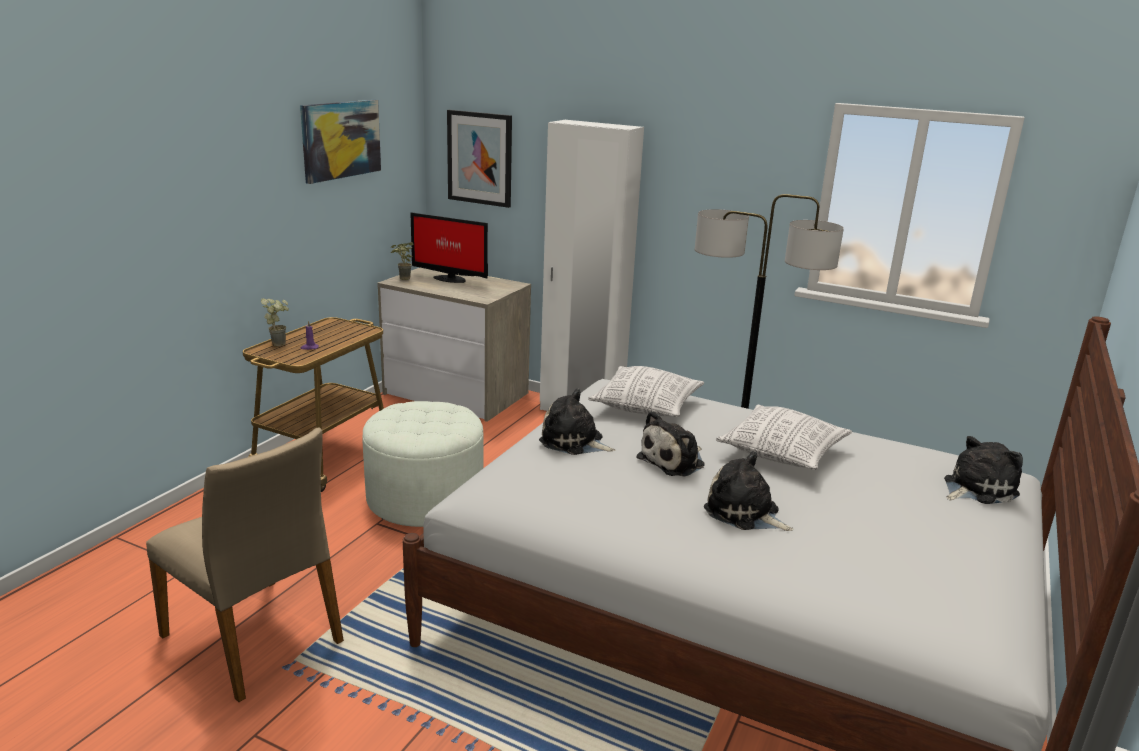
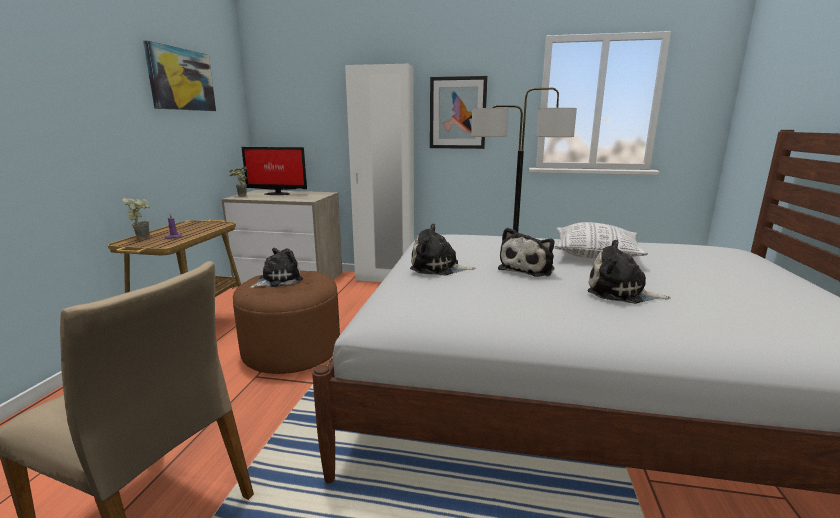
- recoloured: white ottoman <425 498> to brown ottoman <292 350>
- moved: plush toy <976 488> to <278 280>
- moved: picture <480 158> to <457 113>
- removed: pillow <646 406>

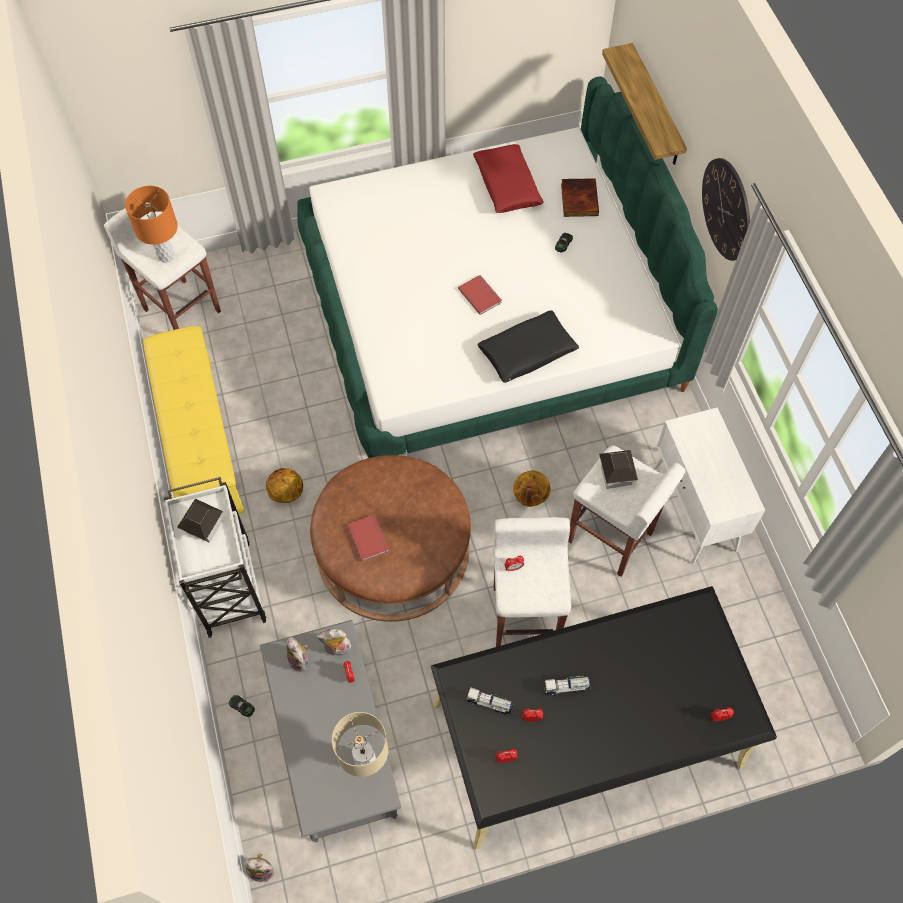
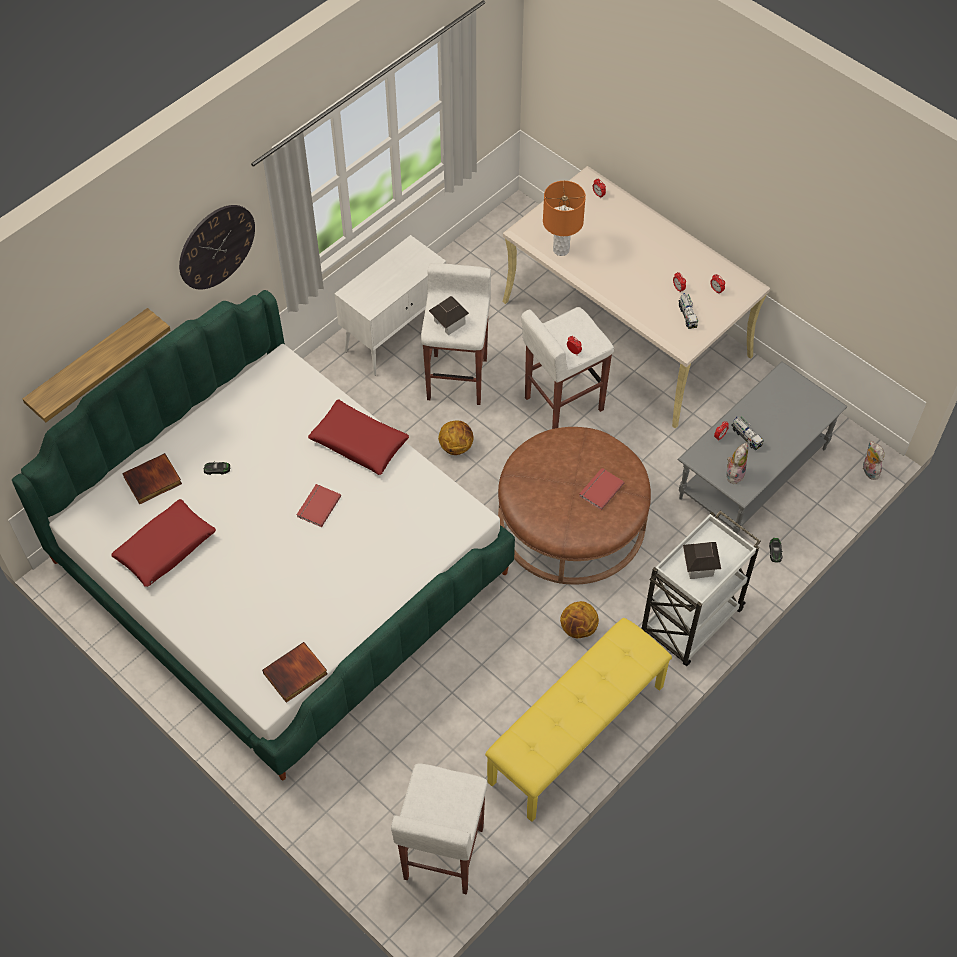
- added: book <295 674>
- recoloured: black pillow <527 352> to red pillow <359 442>
- recoloured: black desk <585 736> to beige desk <627 329>
- moved: orange table lamp <165 255> to <561 250>
- moved: toy truck <566 687> to <746 437>
- removed: plush toy <337 649>
- removed: beige table lamp <365 762>

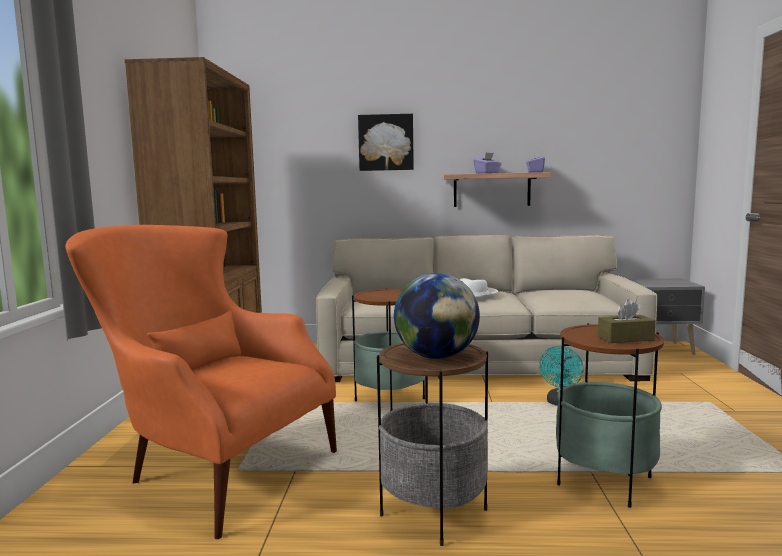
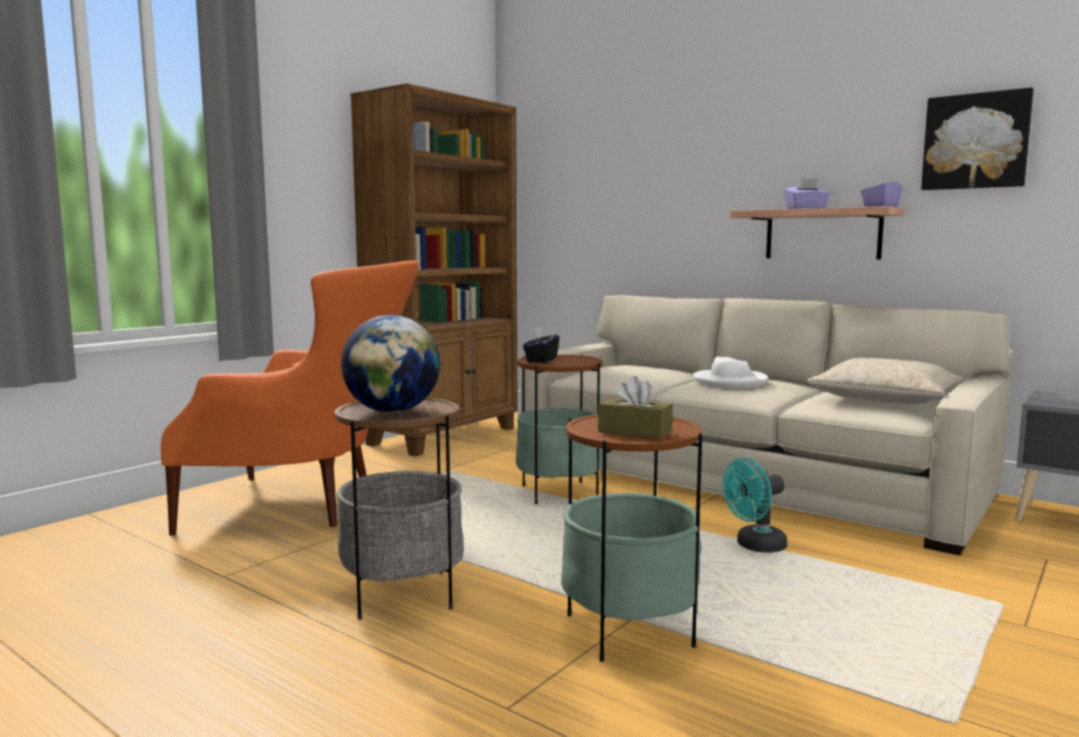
- turned: orange armchair <210 467> = <308 506> 120 degrees clockwise
- added: black tissue box <541 360>
- added: beige pillow <884 399>
- moved: picture <386 142> to <976 141>

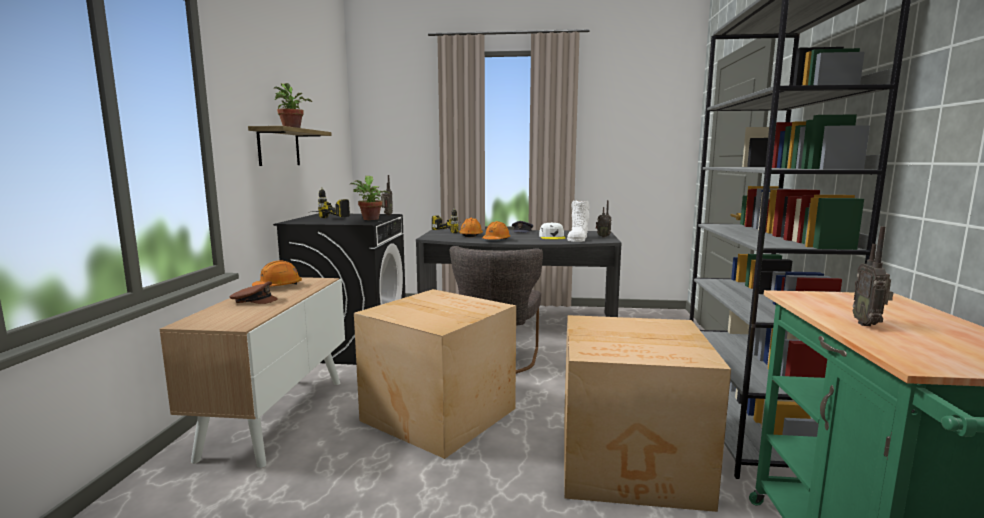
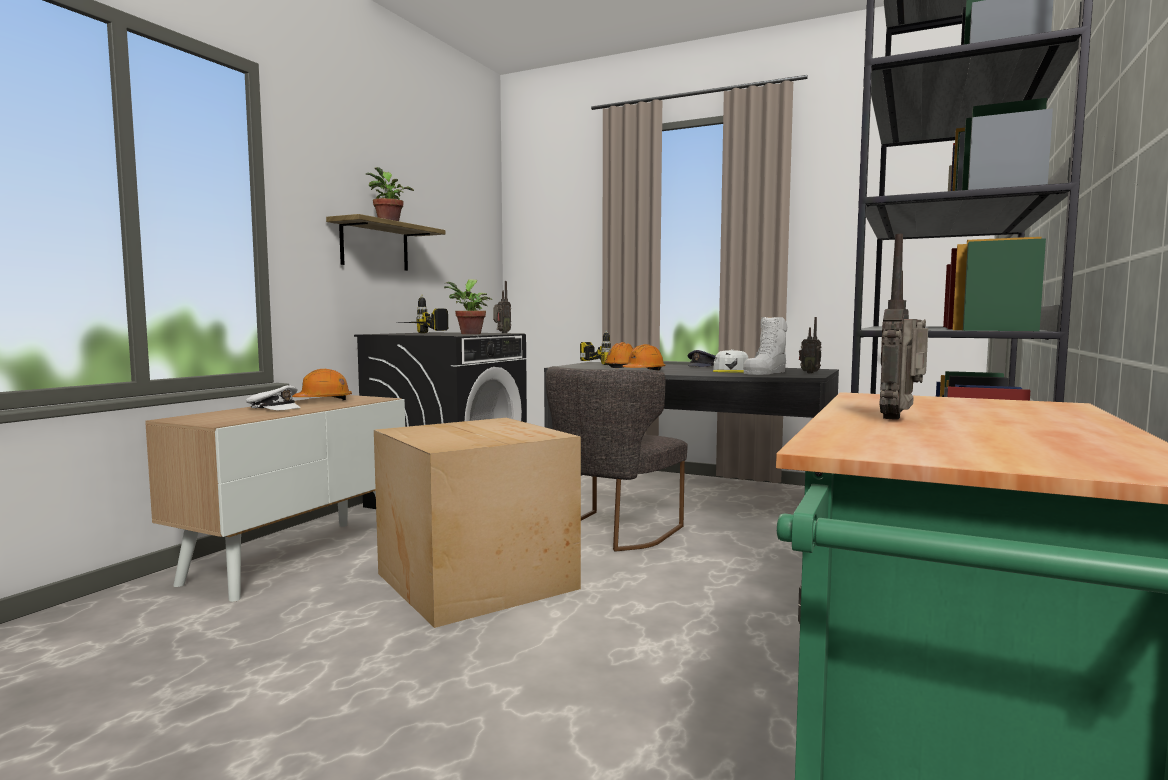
- recoloured: brown cap <254 300> to white cap <275 408>
- removed: cardboard box <632 463>

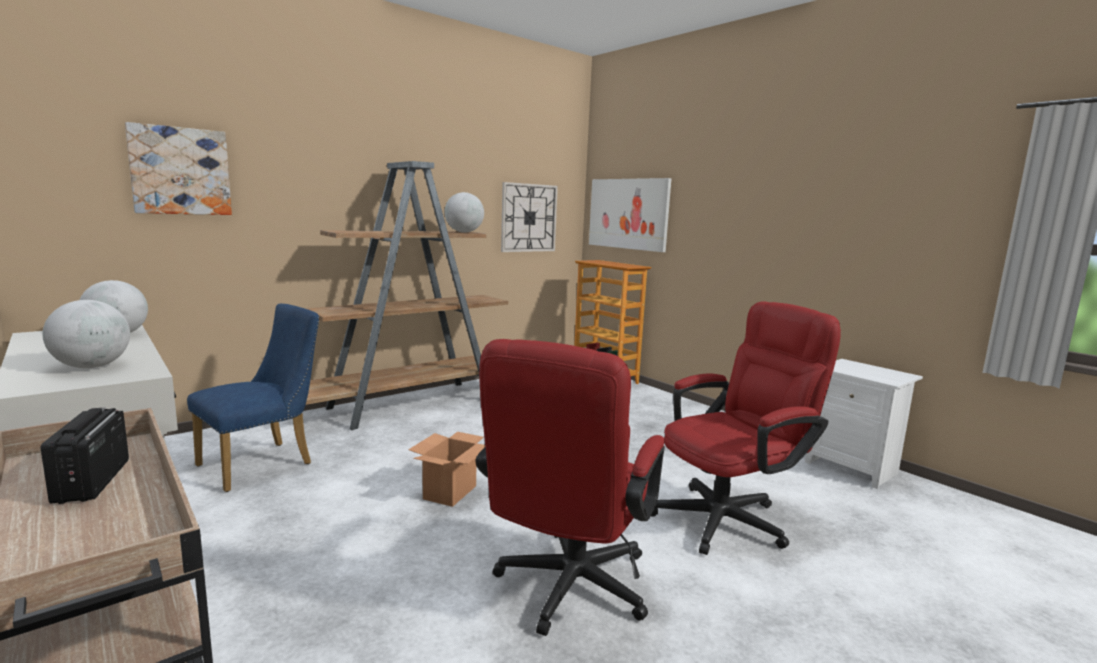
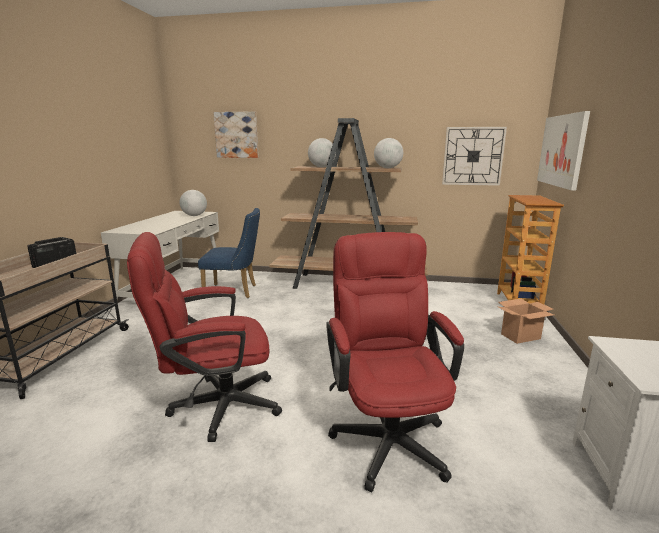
- moved: globe <92 366> to <321 167>
- turned: red office chair <730 517> = <387 434> 120 degrees counterclockwise
- moved: cardboard box <450 492> to <520 336>

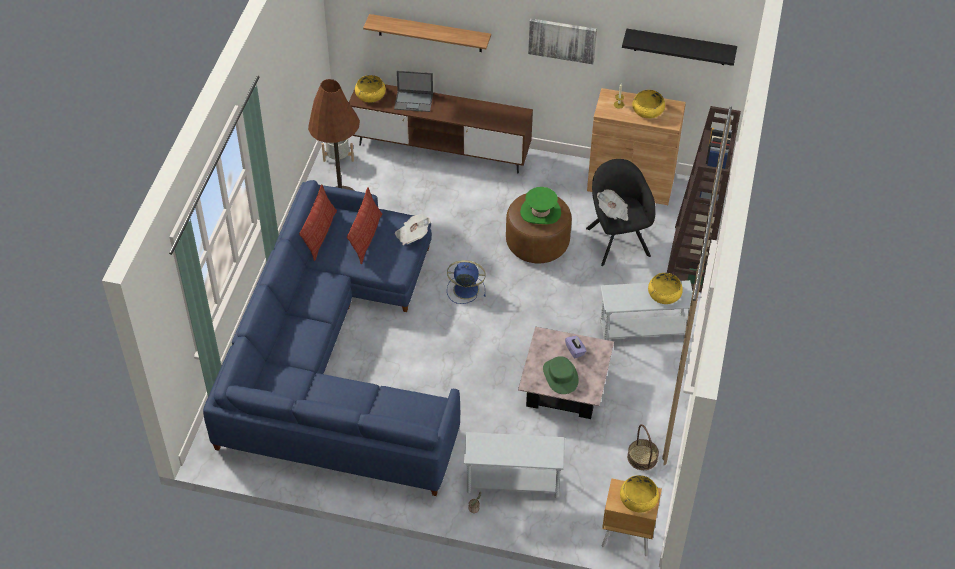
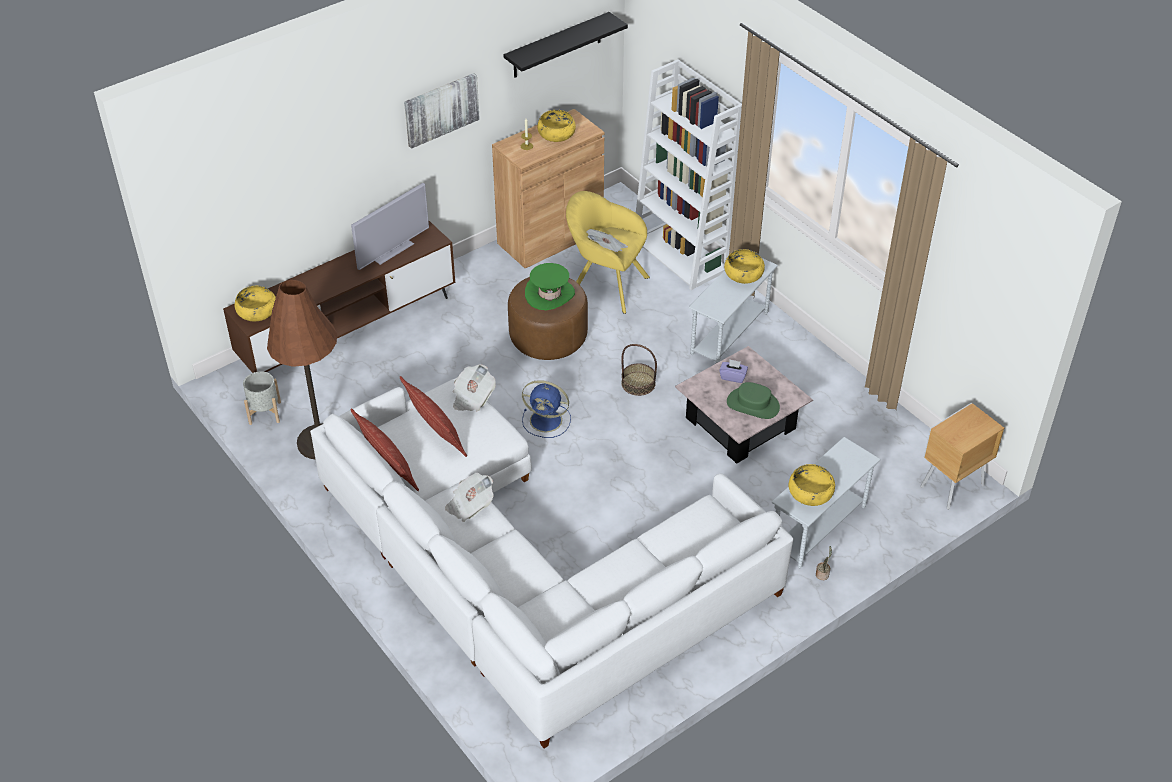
- recoloured: blue sofa <334 358> to white sofa <525 572>
- added: television <392 250>
- added: newspaper <470 505>
- turned: blue fan <464 289> = <547 421> 120 degrees counterclockwise
- recoloured: black armchair <617 239> to yellow armchair <605 285>
- moved: basket <642 457> to <638 383>
- recoloured: brown bookcase <691 260> to white bookcase <681 256>
- moved: yellow bowl <638 499> to <810 493>
- removed: shelf <430 33>
- removed: laptop <414 101>

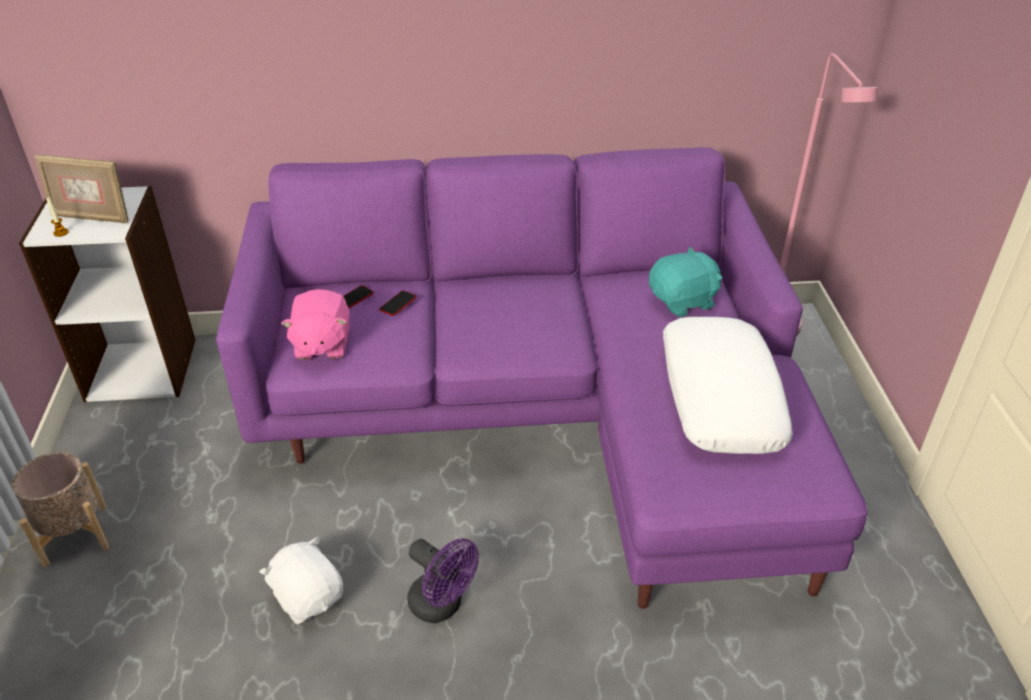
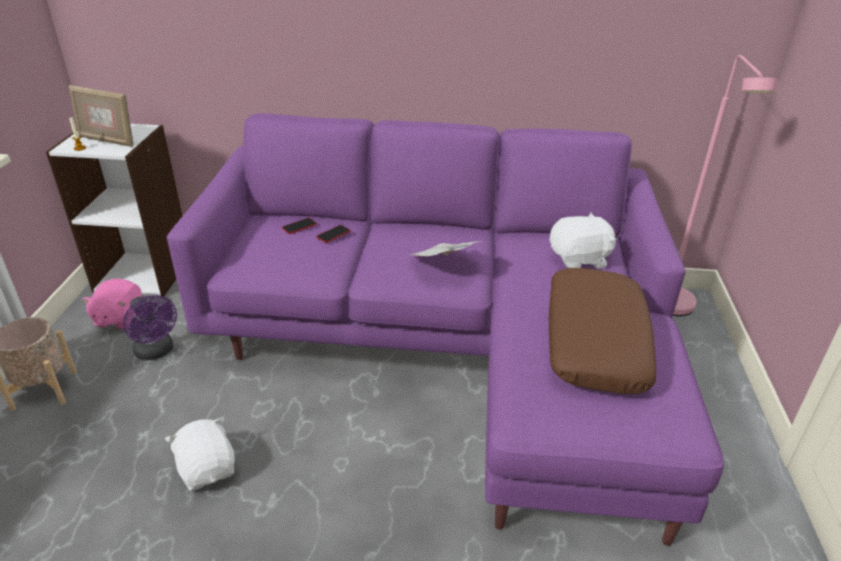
- moved: pink plush toy <321 344> to <119 318>
- moved: purple fan <442 606> to <157 352>
- added: newspaper <444 265>
- recoloured: white pillow <719 397> to brown pillow <594 341>
- recoloured: turquoise plush toy <683 301> to white plush toy <579 260>

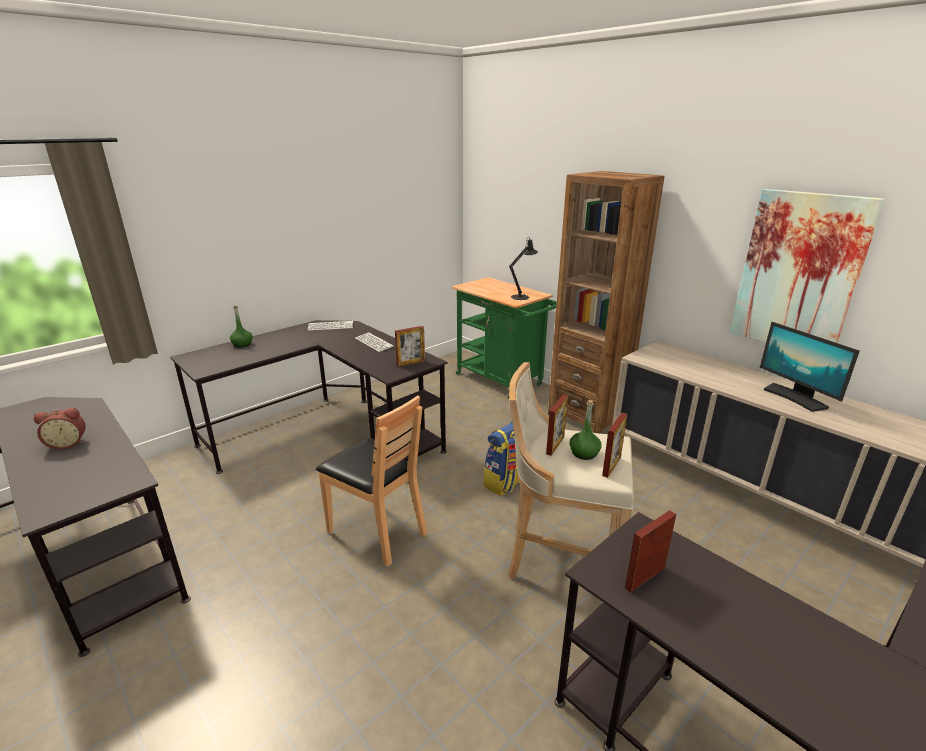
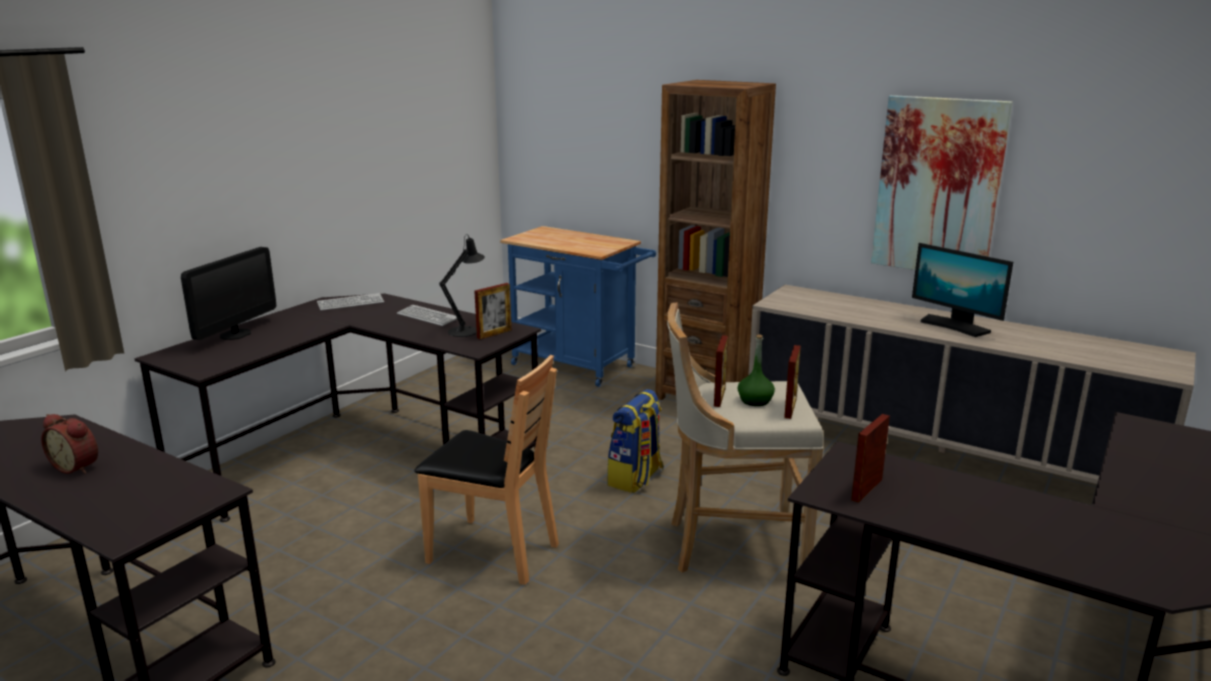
- turned: alarm clock <68 443> = <78 466> 60 degrees clockwise
- replaced: green bottle <242 344> to monitor <235 334>
- moved: black table lamp <522 296> to <466 330>
- recoloured: green cart <503 381> to blue cart <579 367>

